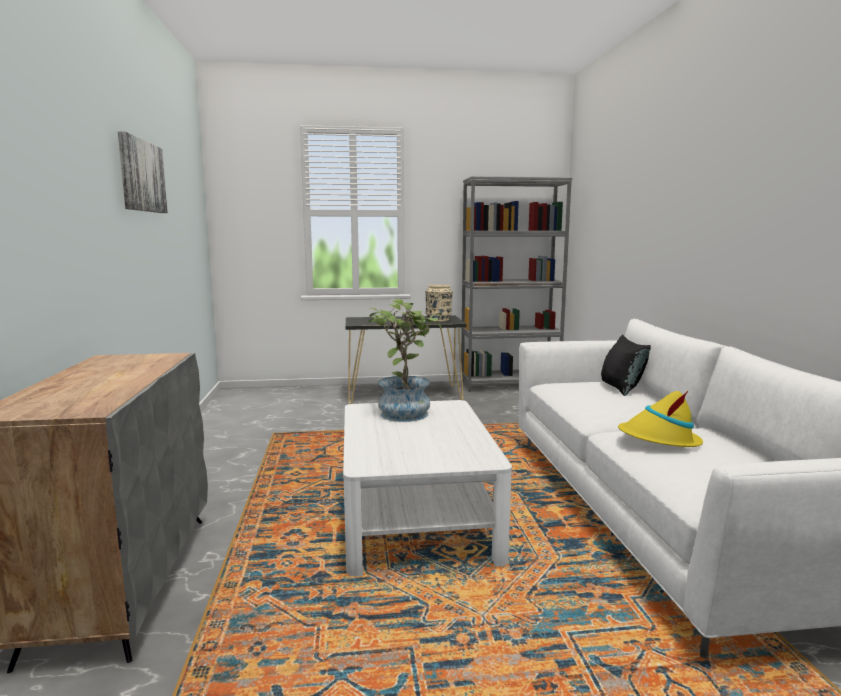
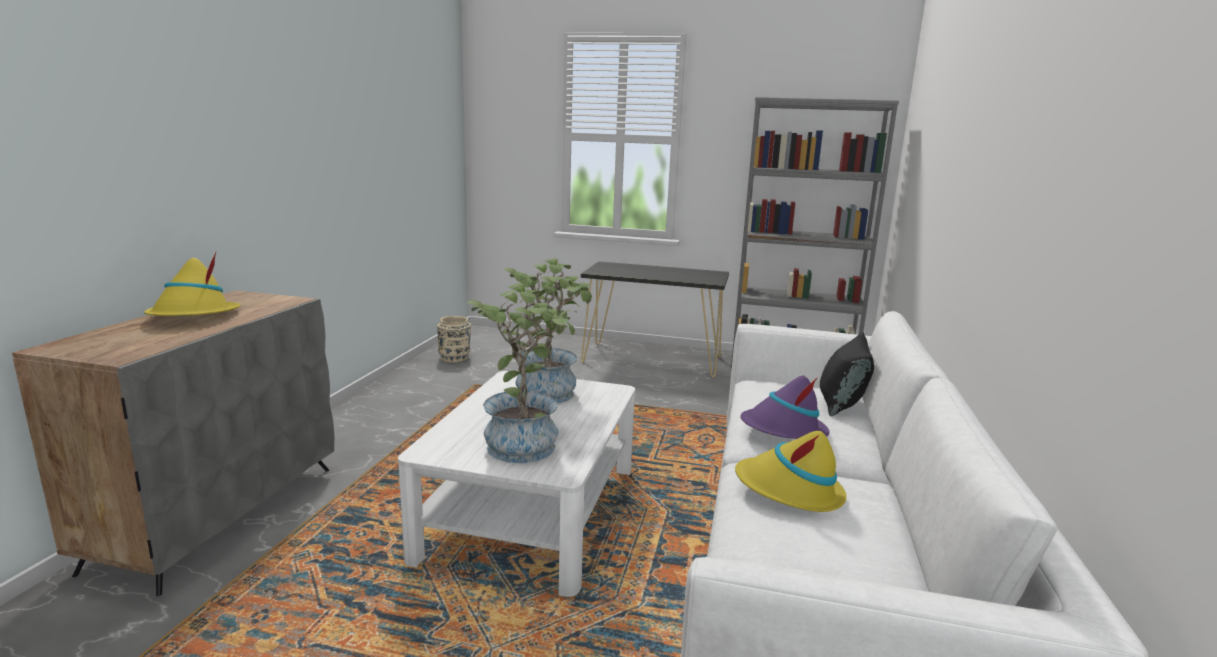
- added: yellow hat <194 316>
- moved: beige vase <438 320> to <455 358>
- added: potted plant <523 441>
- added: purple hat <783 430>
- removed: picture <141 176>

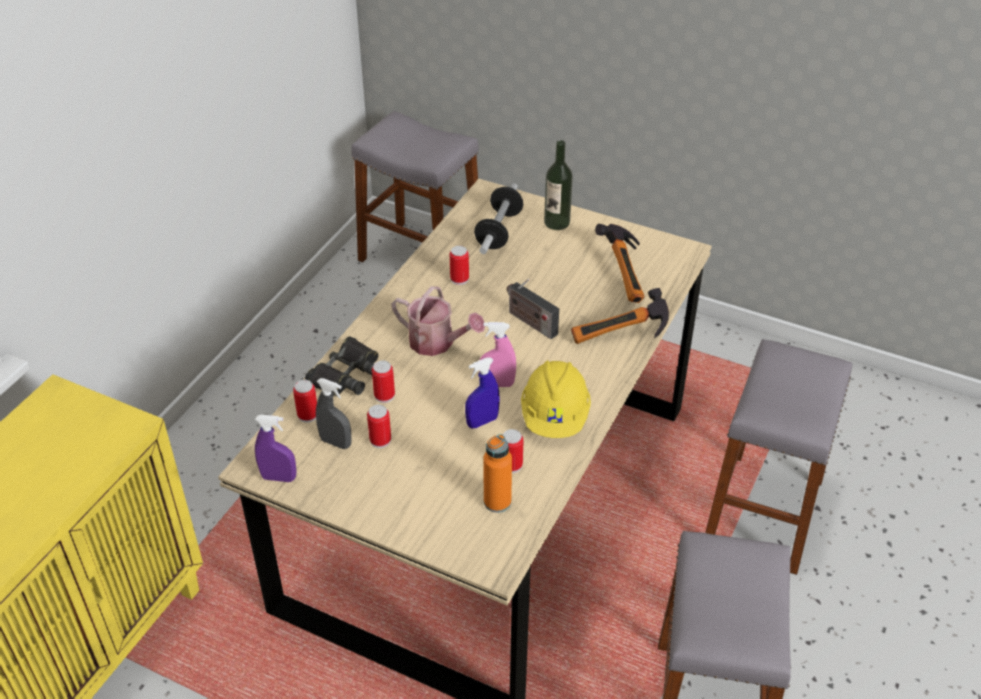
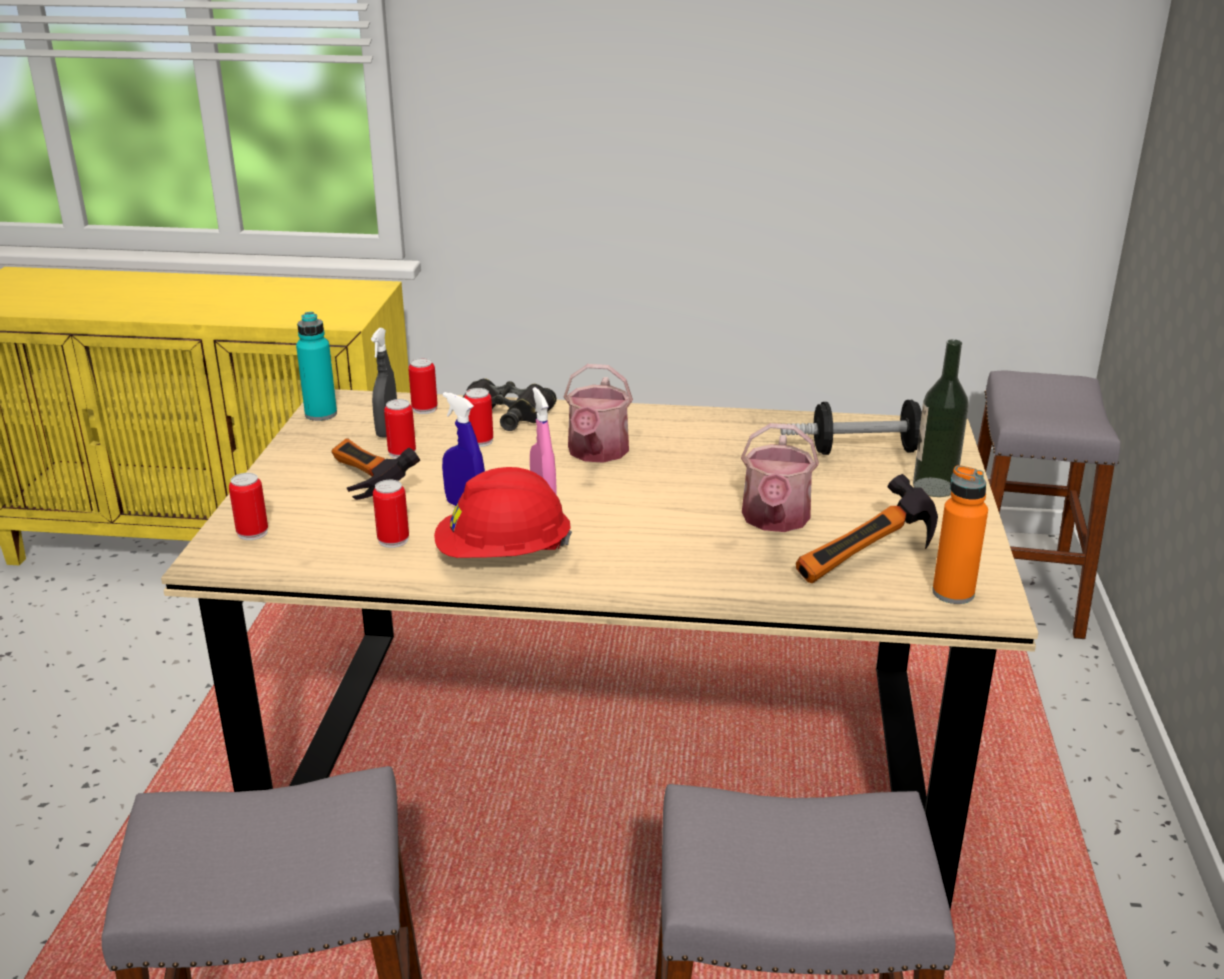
- moved: can <459 279> to <252 532>
- replaced: purple spray bottle <279 477> to turquoise bottle <321 414>
- moved: hammer <621 338> to <362 487>
- recoloured: yellow hard hat <555 416> to red hard hat <503 555>
- added: watering can <775 520>
- moved: orange bottle <497 502> to <953 593>
- removed: radio <530 322>

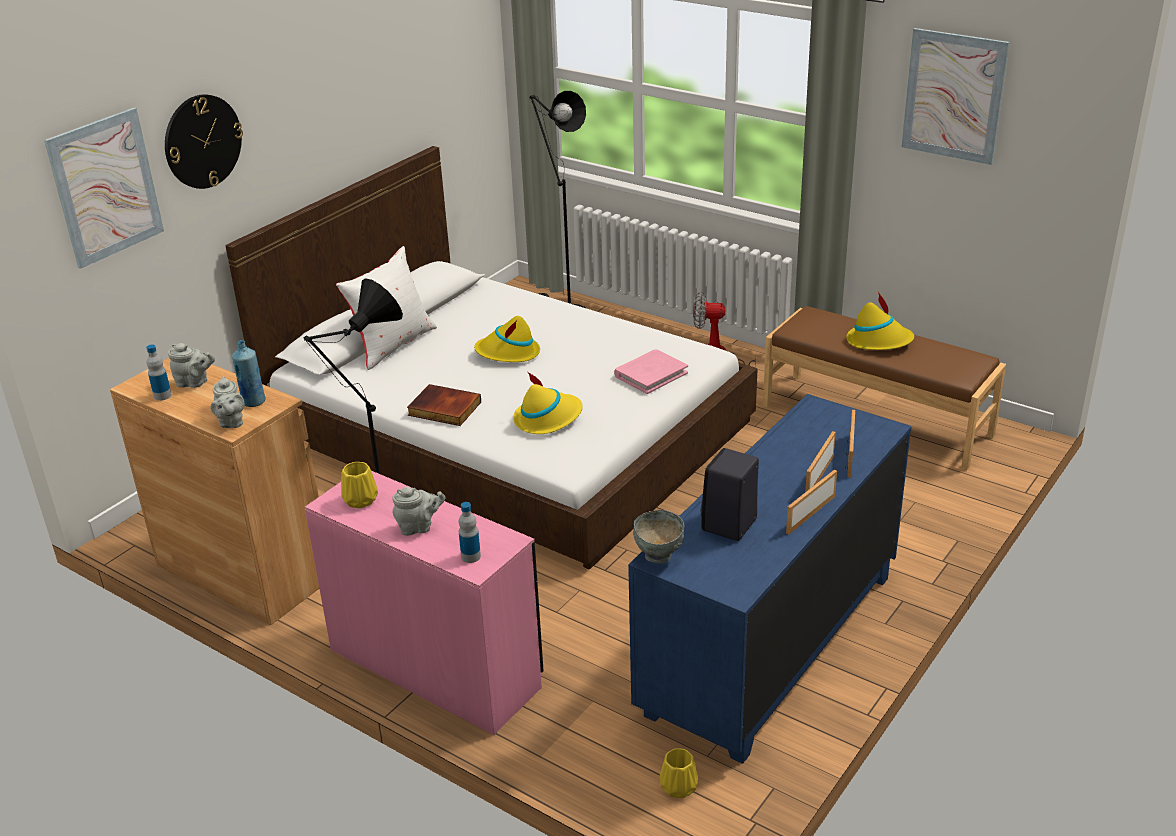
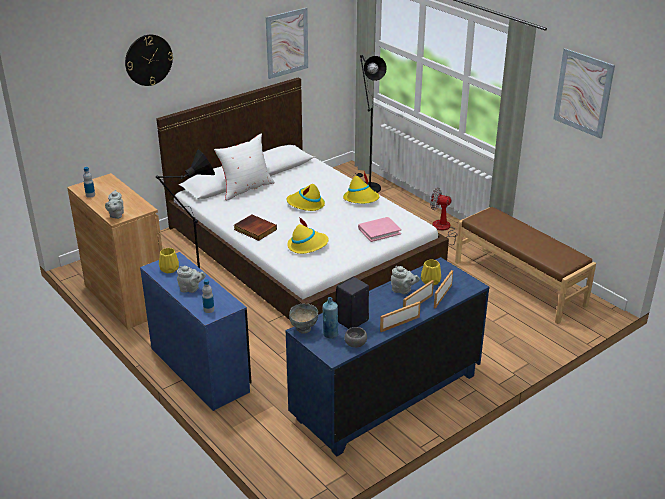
- recoloured: pink desk <436 666> to blue desk <201 369>
- moved: picture <105 187> to <287 43>
- moved: blue bottle <253 402> to <330 334>
- moved: yellow hat <879 341> to <361 199>
- added: grey bowl <356 344>
- moved: grey teapot <194 383> to <403 290>
- moved: yellow vase <677 787> to <430 281>

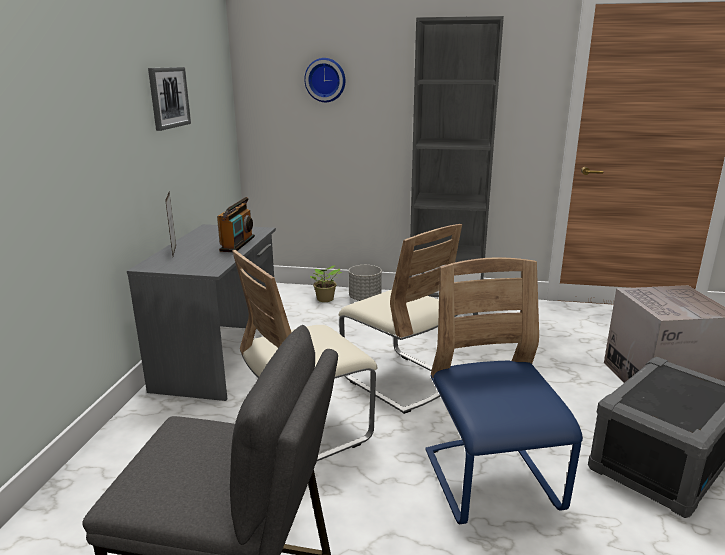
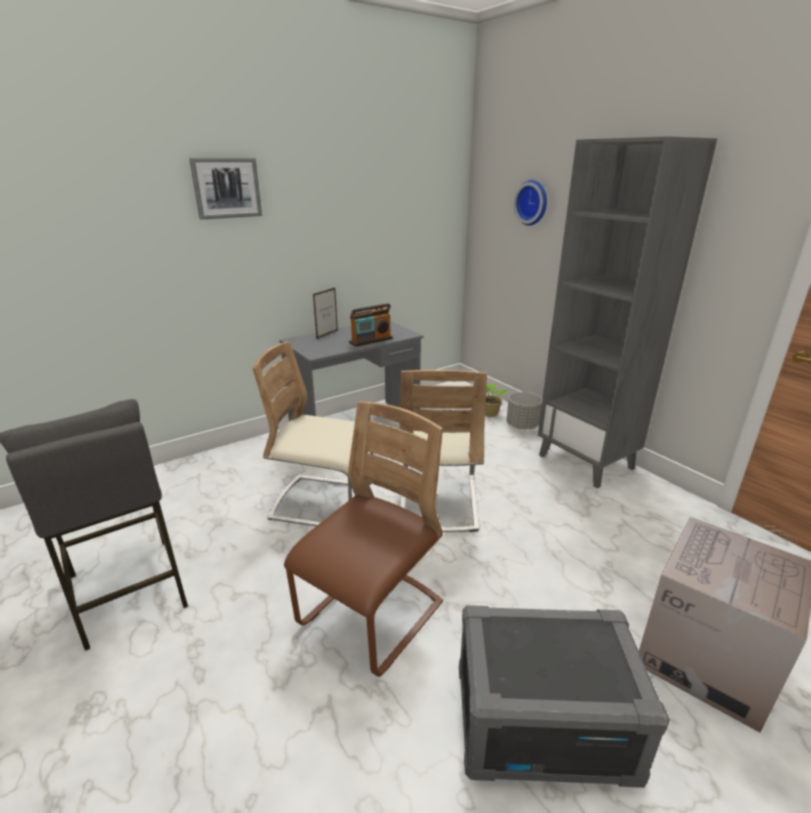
- moved: picture <168 97> to <227 188>
- recoloured: blue chair <491 482> to brown chair <371 616>

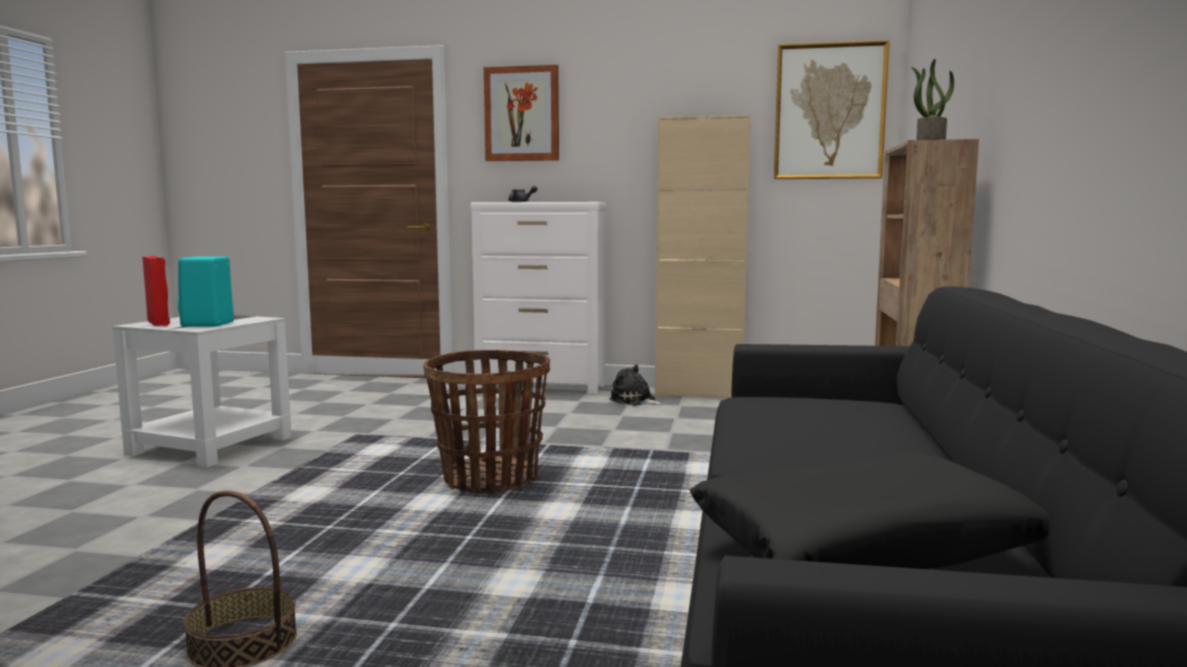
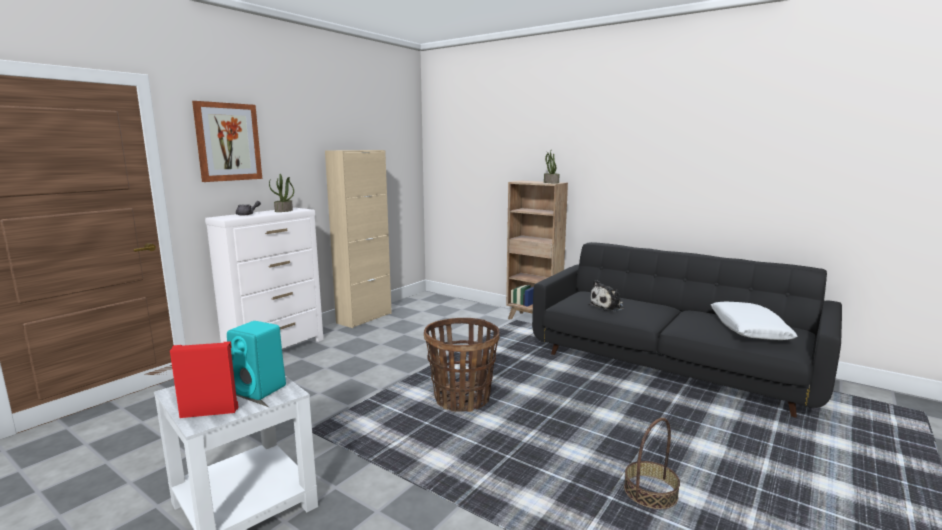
- added: potted plant <284 211>
- moved: plush toy <634 401> to <608 306>
- recoloured: black pillow <862 545> to white pillow <748 329>
- removed: picture <829 112>

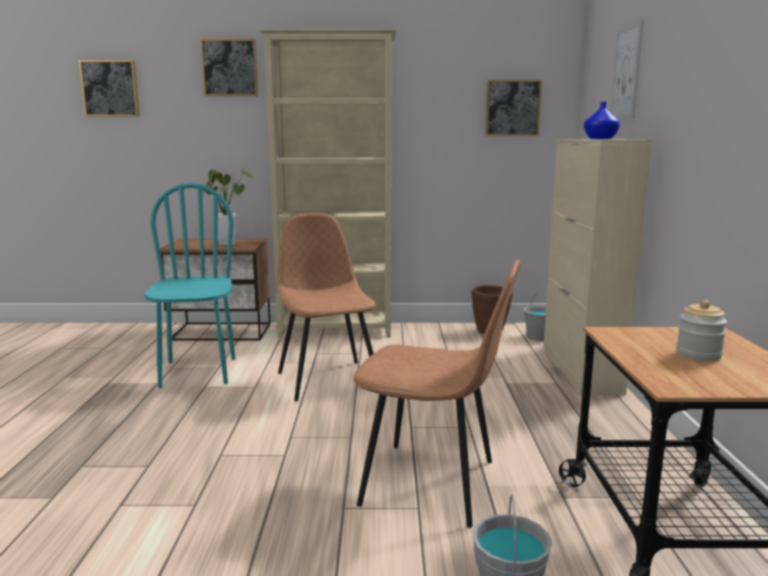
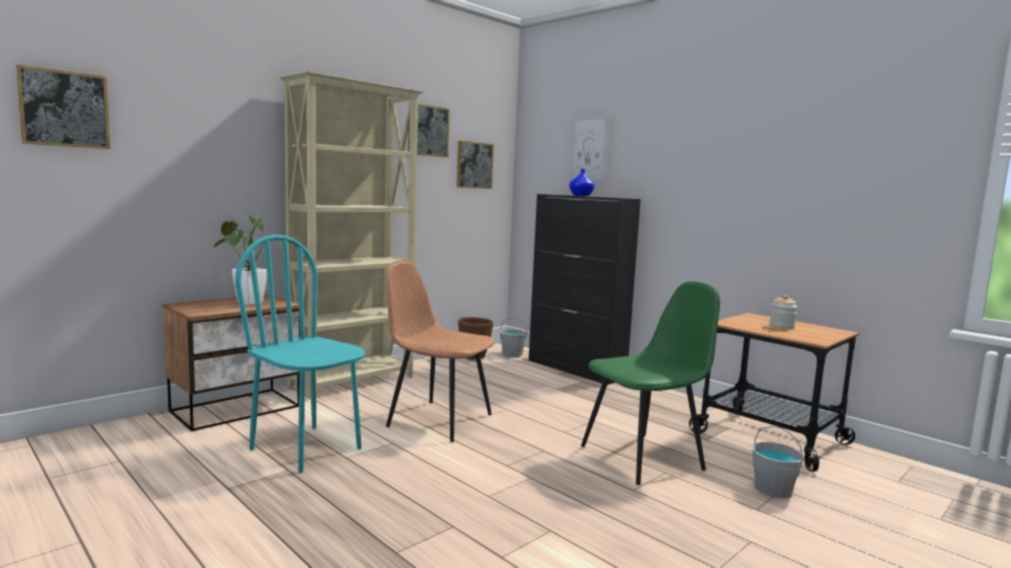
- moved: picture <230 68> to <428 131>
- recoloured: beige cabinet <580 369> to black cabinet <576 369>
- recoloured: brown chair <432 483> to green chair <644 457>

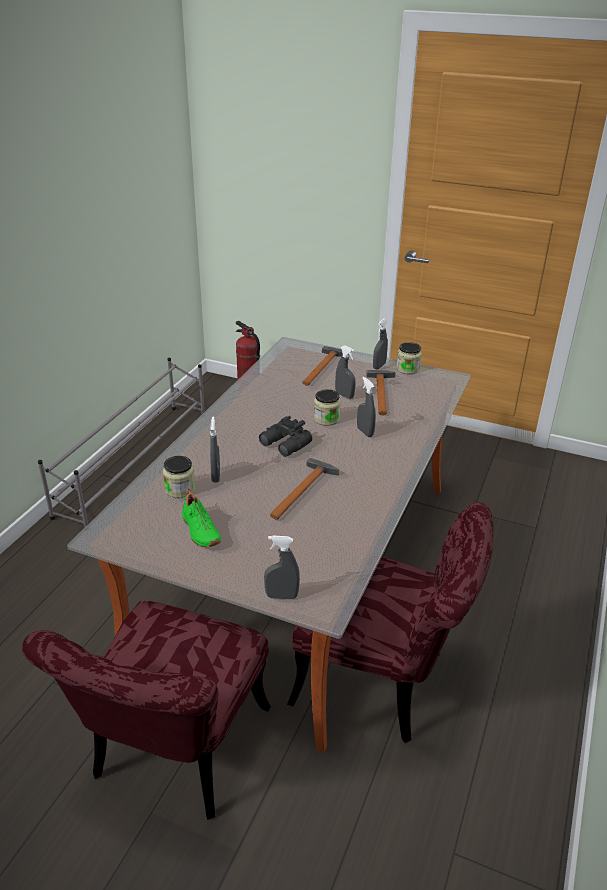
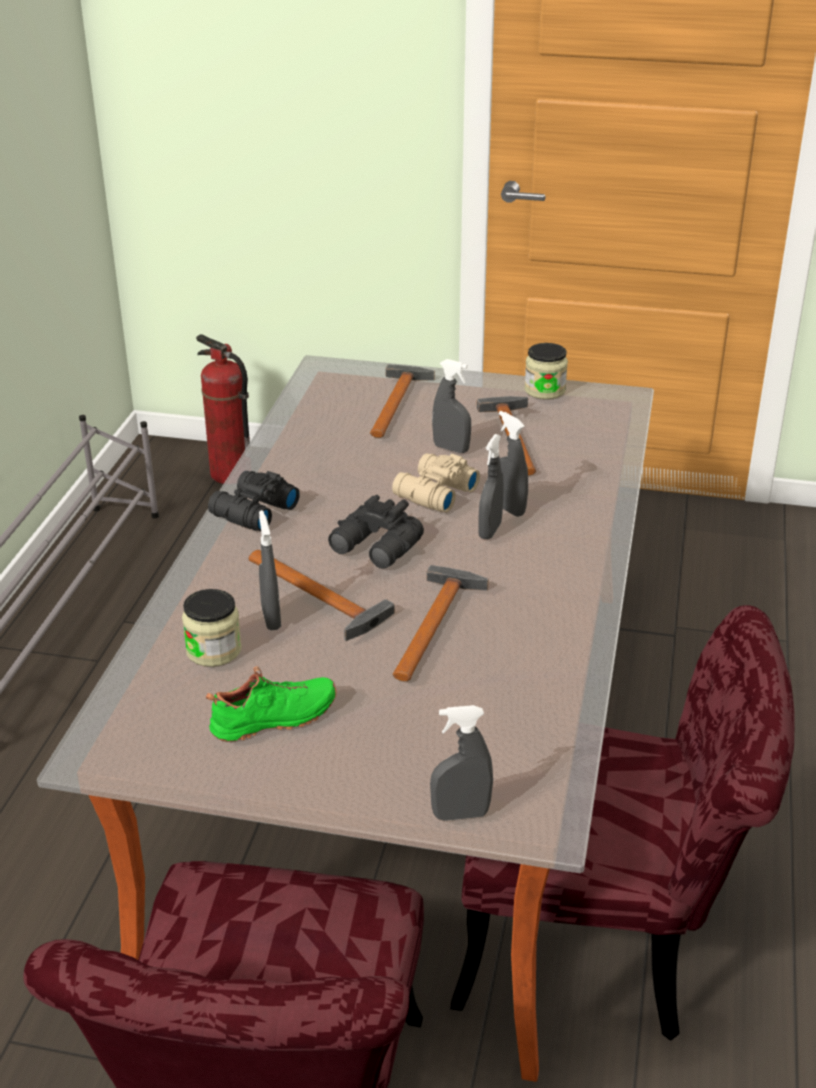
- turned: green shoe <199 531> = <275 720> 75 degrees counterclockwise
- added: black binoculars <252 511>
- added: hammer <318 597>
- replaced: jar <326 419> to beige binoculars <433 493>
- moved: grey spray bottle <379 366> to <490 531>

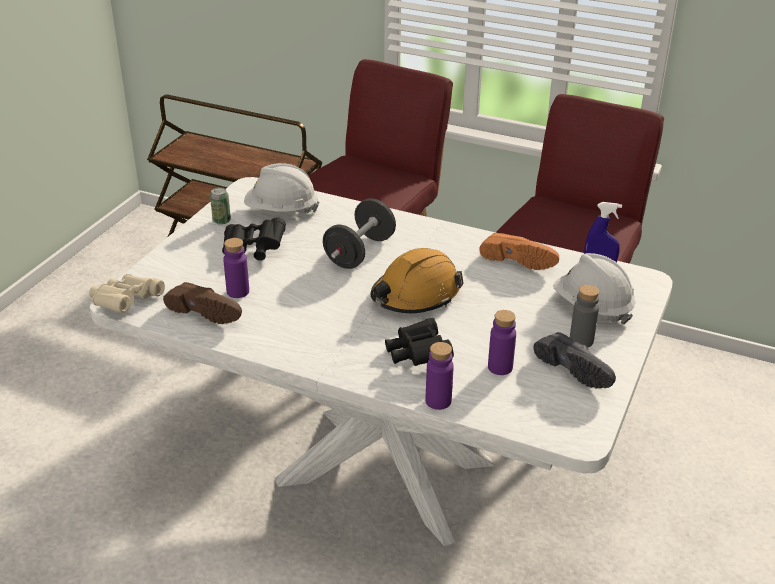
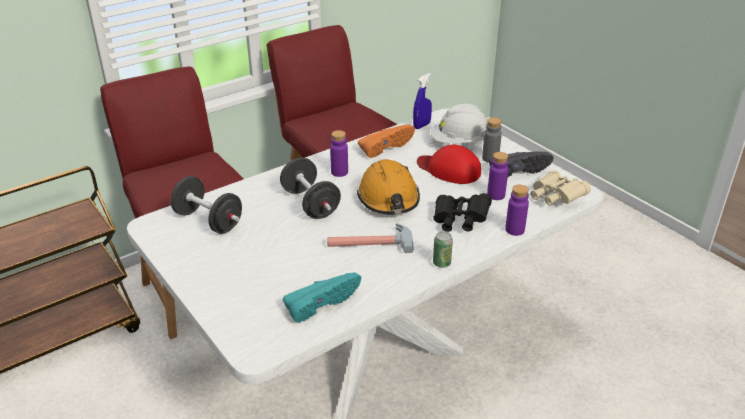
- replaced: white hard hat <281 211> to black dumbbell <208 221>
- recoloured: brown shoe <207 312> to turquoise shoe <320 302>
- added: hammer <369 242>
- moved: purple bottle <238 292> to <339 172>
- added: red cap <449 169>
- moved: can <221 221> to <441 263>
- moved: beige binoculars <126 303> to <555 198>
- removed: black binoculars <252 252>

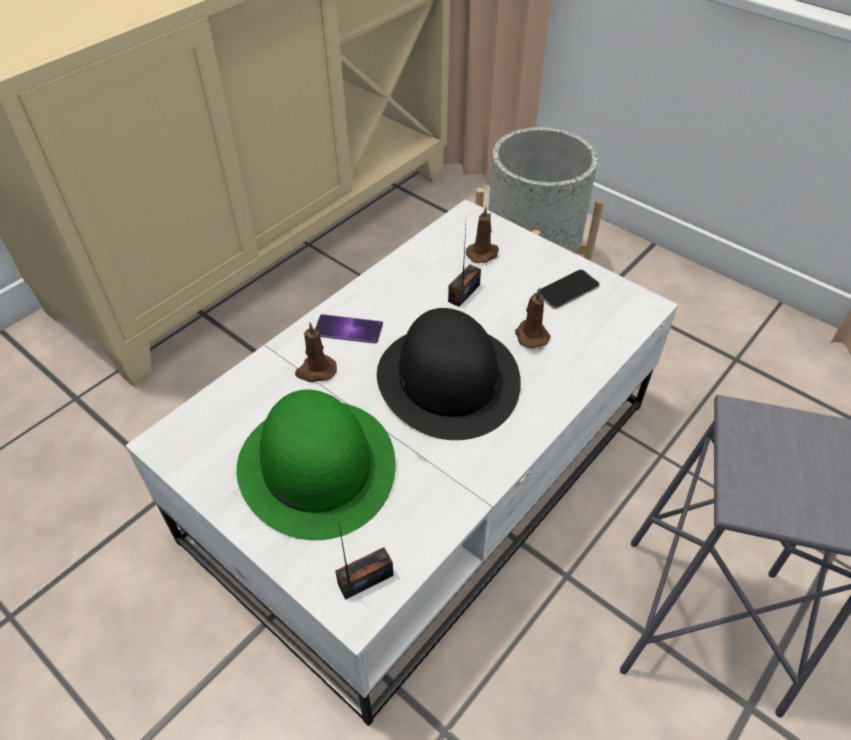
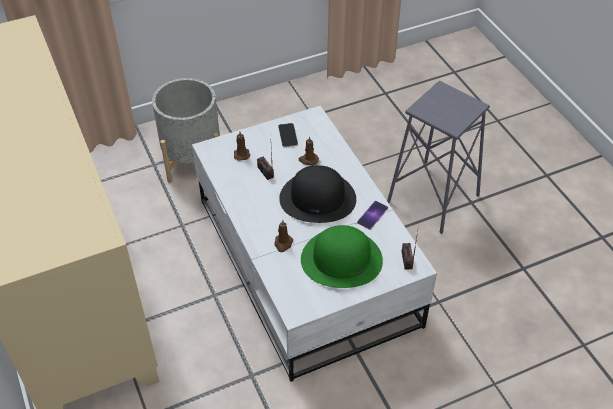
- moved: phone <348 329> to <372 215>

